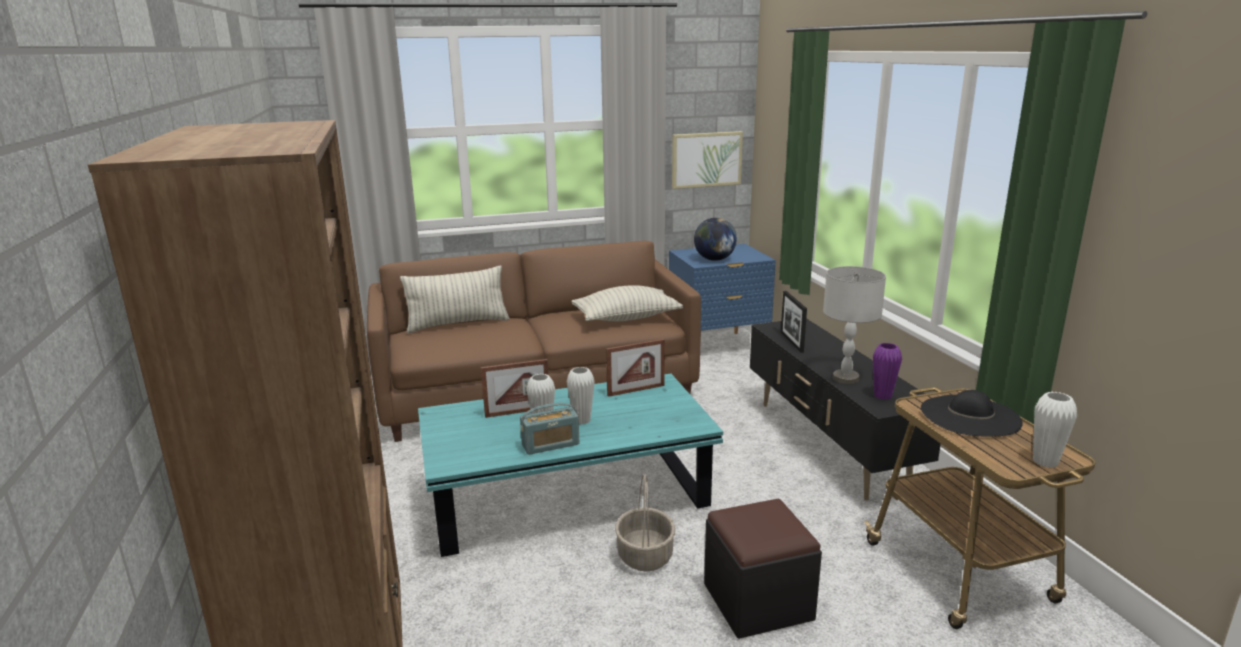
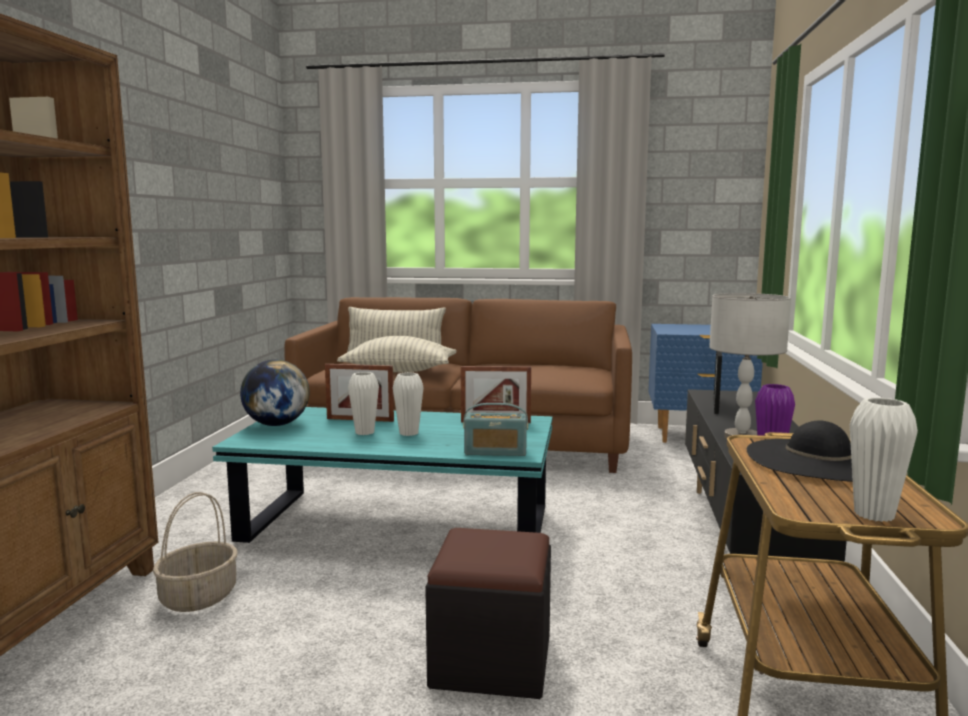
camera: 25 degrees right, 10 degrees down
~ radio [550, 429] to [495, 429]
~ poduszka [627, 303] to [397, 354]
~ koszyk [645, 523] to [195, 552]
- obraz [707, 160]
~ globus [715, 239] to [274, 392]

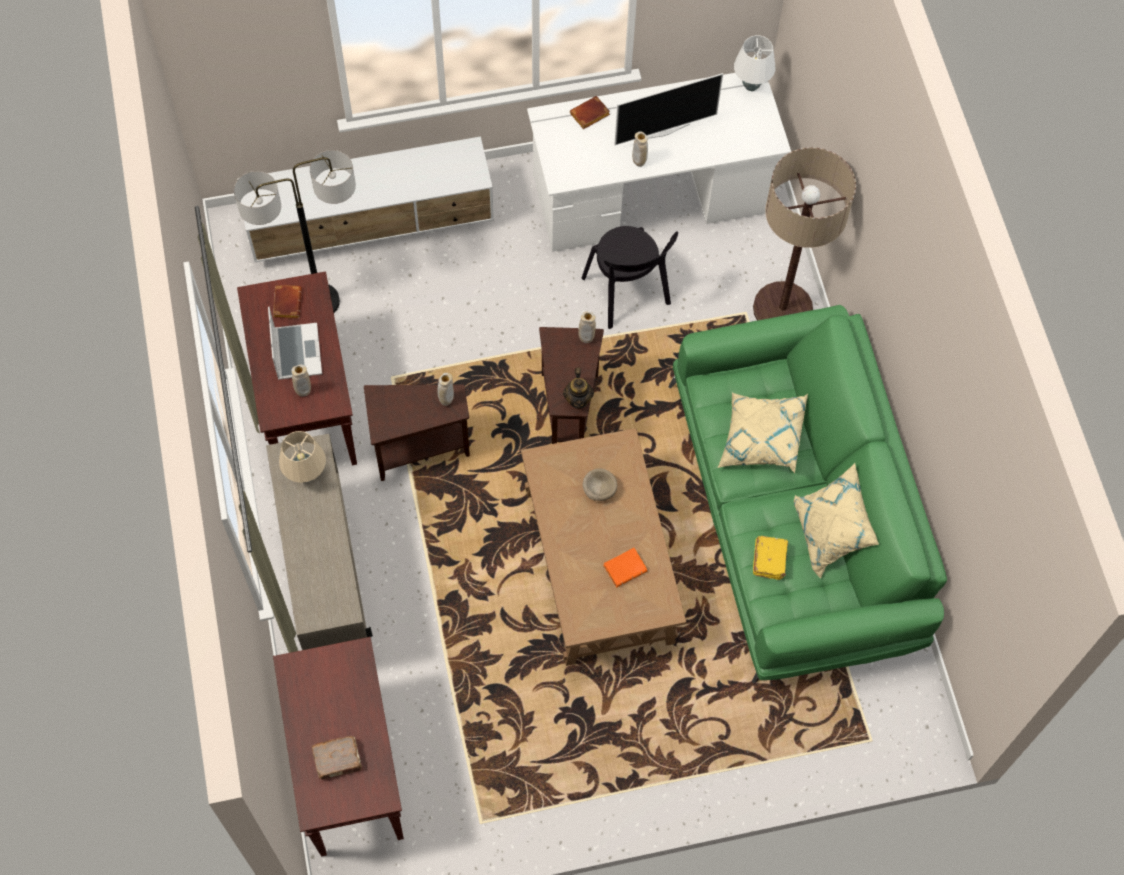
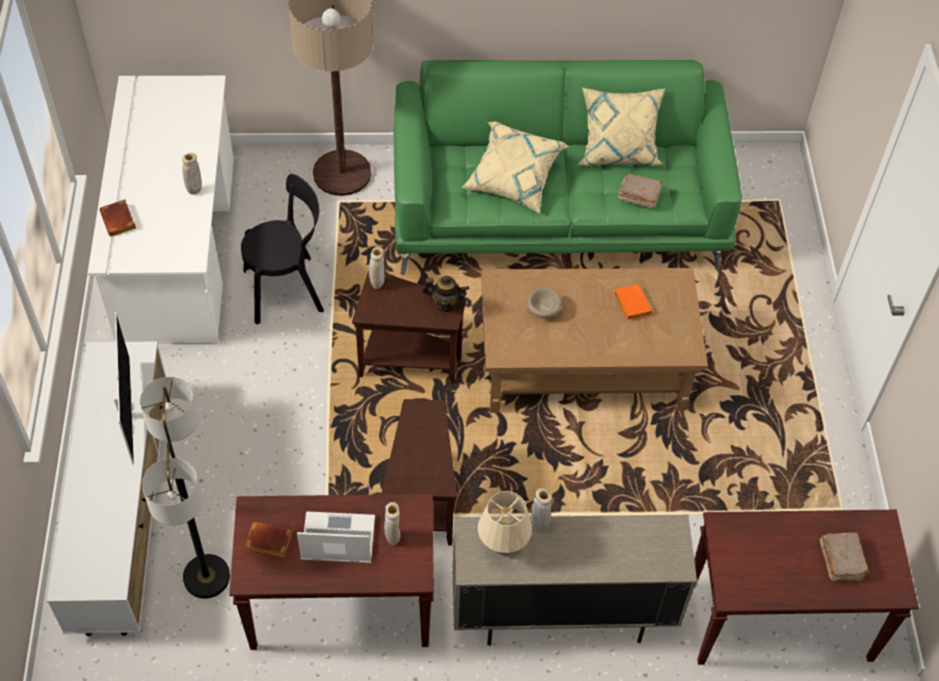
camera: 80 degrees left, 10 degrees down
~ wazon [beżowy] [445, 389] to [541, 509]
~ telewizor [668, 109] to [124, 388]
- lampa stołowa [biały] [755, 63]
~ książka [żółty] [770, 558] to książka [brązowy] [640, 191]

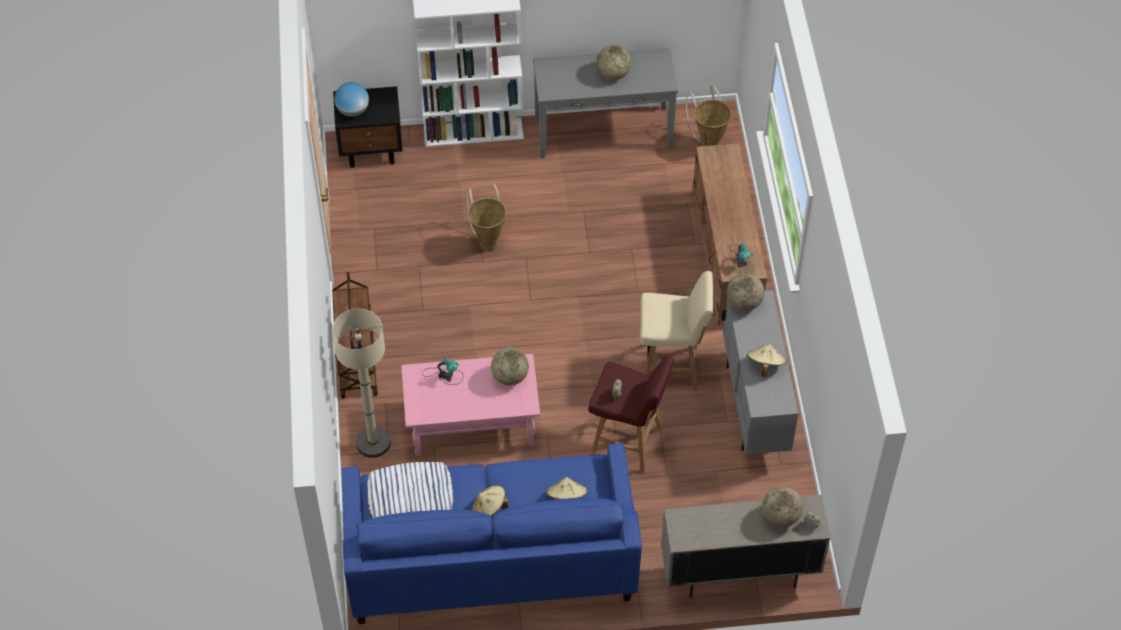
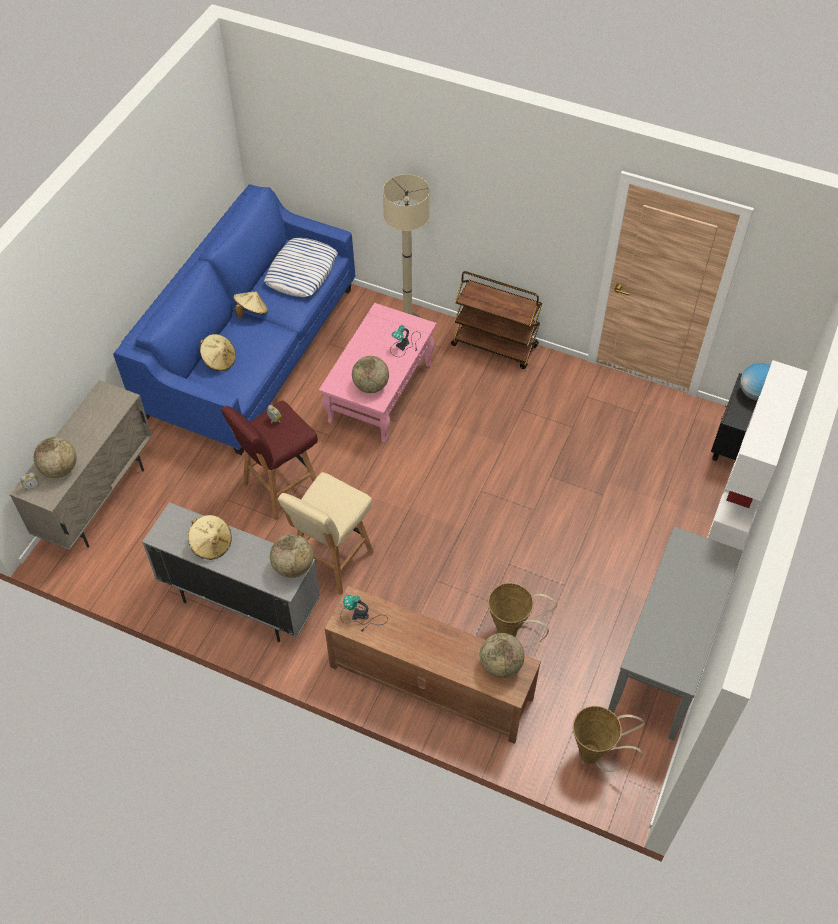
camera: 120 degrees right, 0 degrees up
~ koszyk [486, 217] to [522, 615]
~ globus [613, 62] to [502, 655]

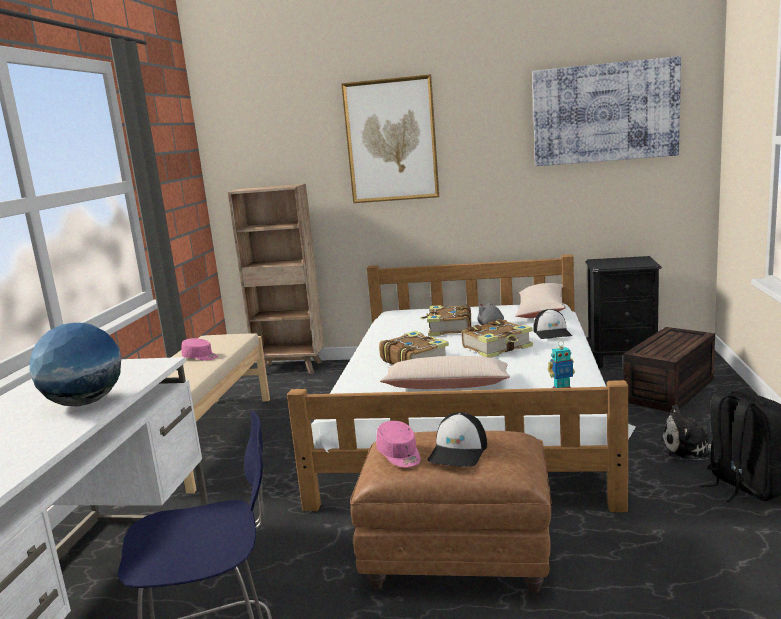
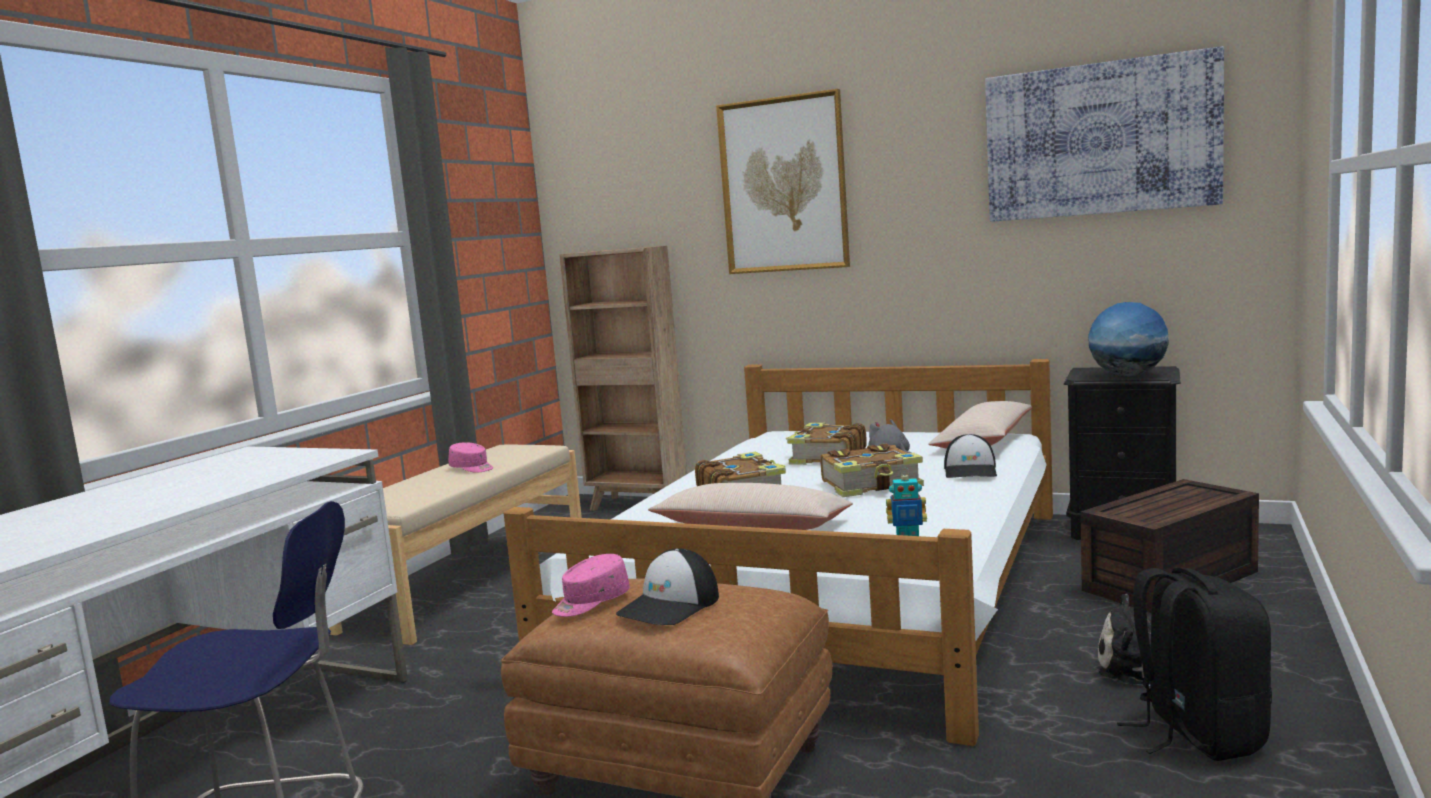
camera: 15 degrees right, 5 degrees down
~ globus [75, 364] to [1128, 339]
~ czapka z daszkiem [różowy] [398, 444] = [591, 585] 60 degrees clockwise

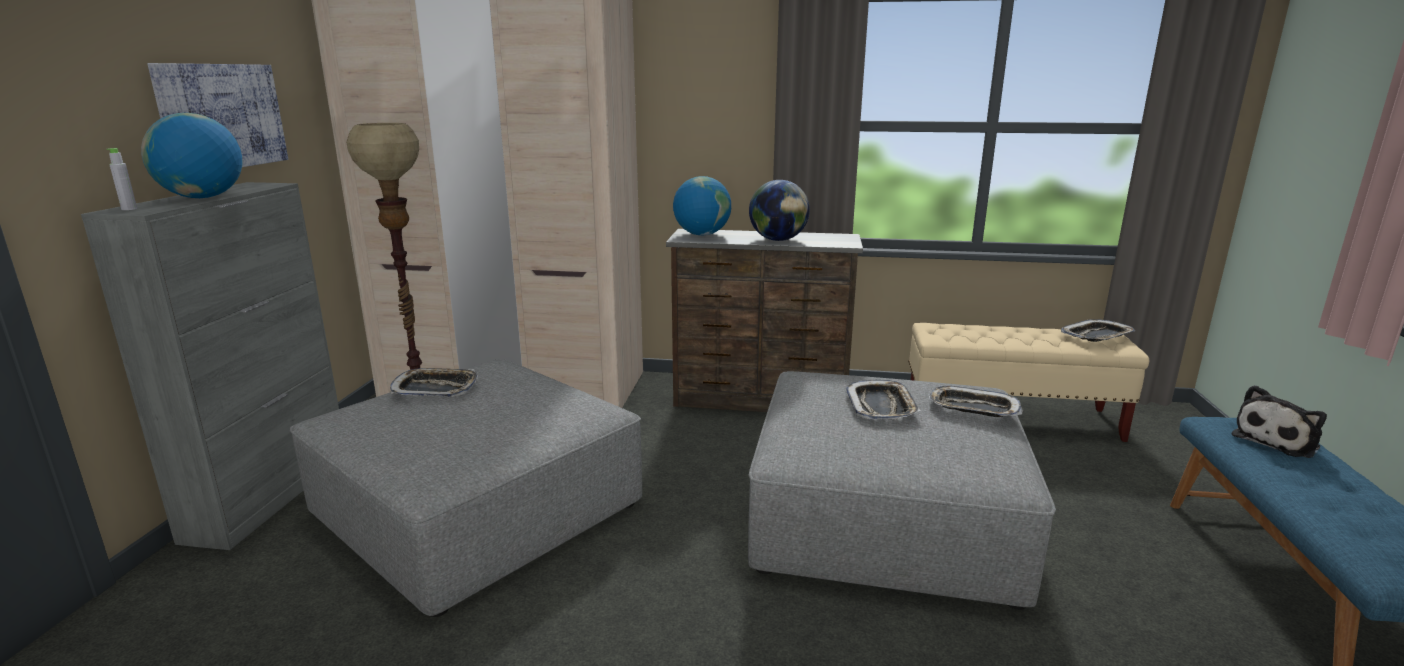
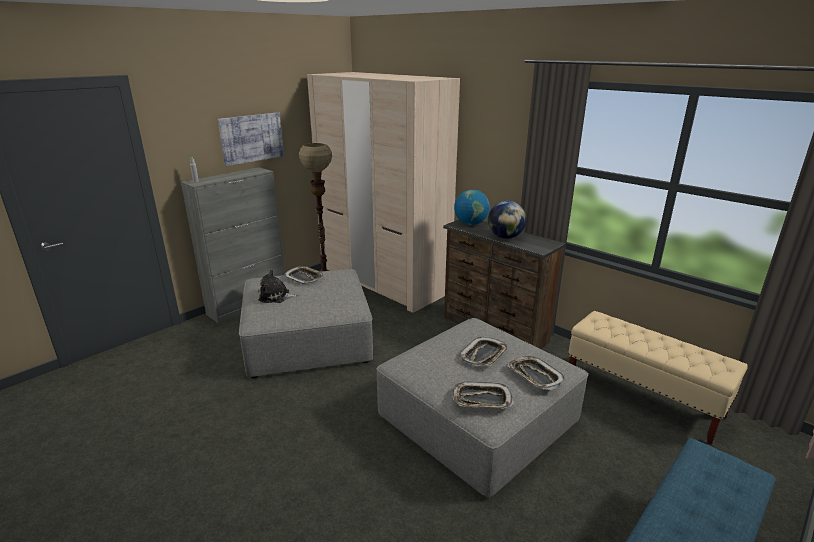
camera: 35 degrees right, 5 degrees up
- globus [191, 155]
~ taca [1098, 330] to [483, 395]
~ pluszak [1279, 421] to [278, 286]

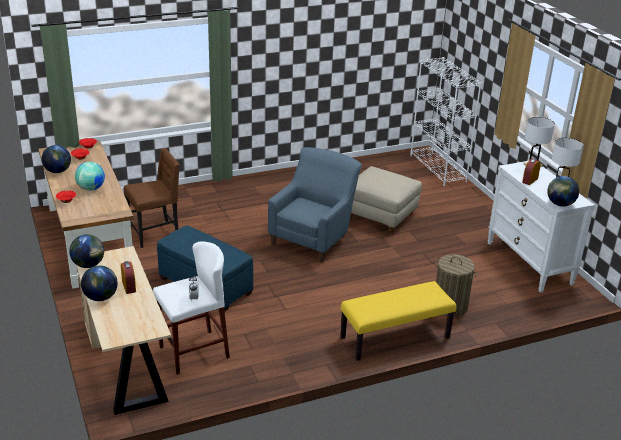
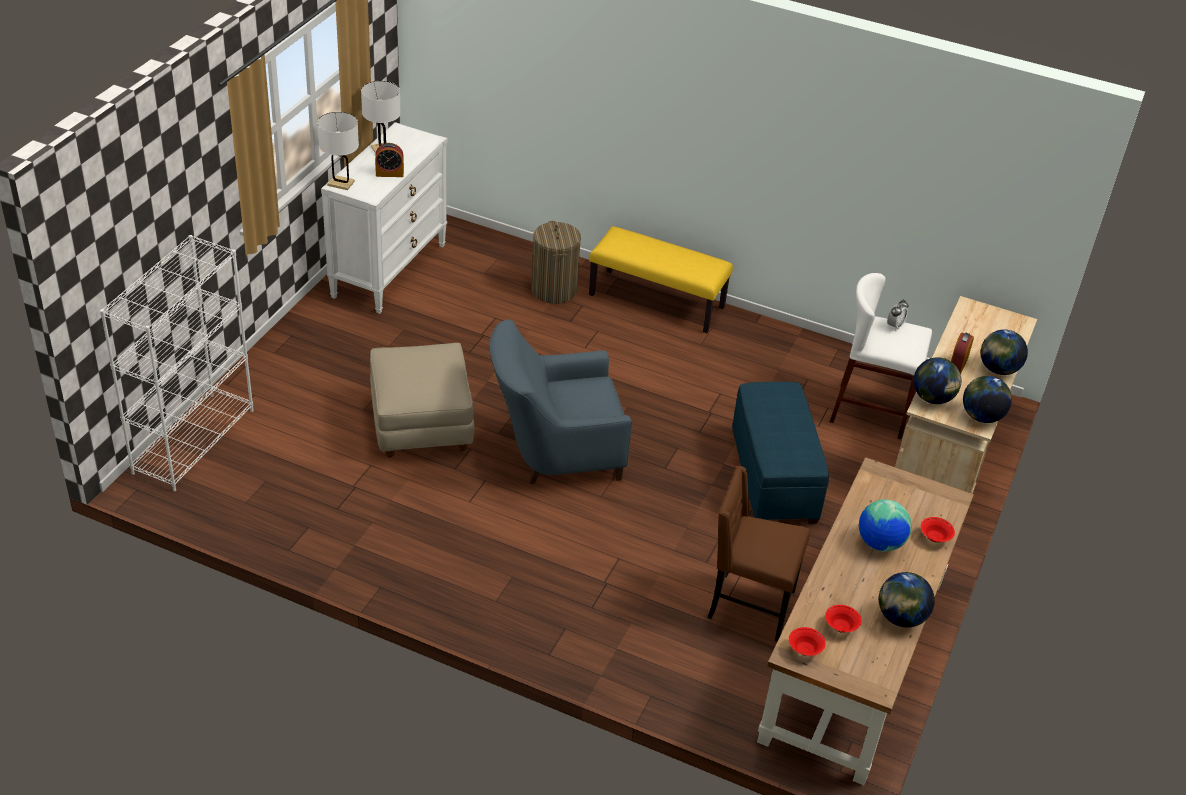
camera: 135 degrees left, 10 degrees up
~ globus [563, 191] to [937, 380]

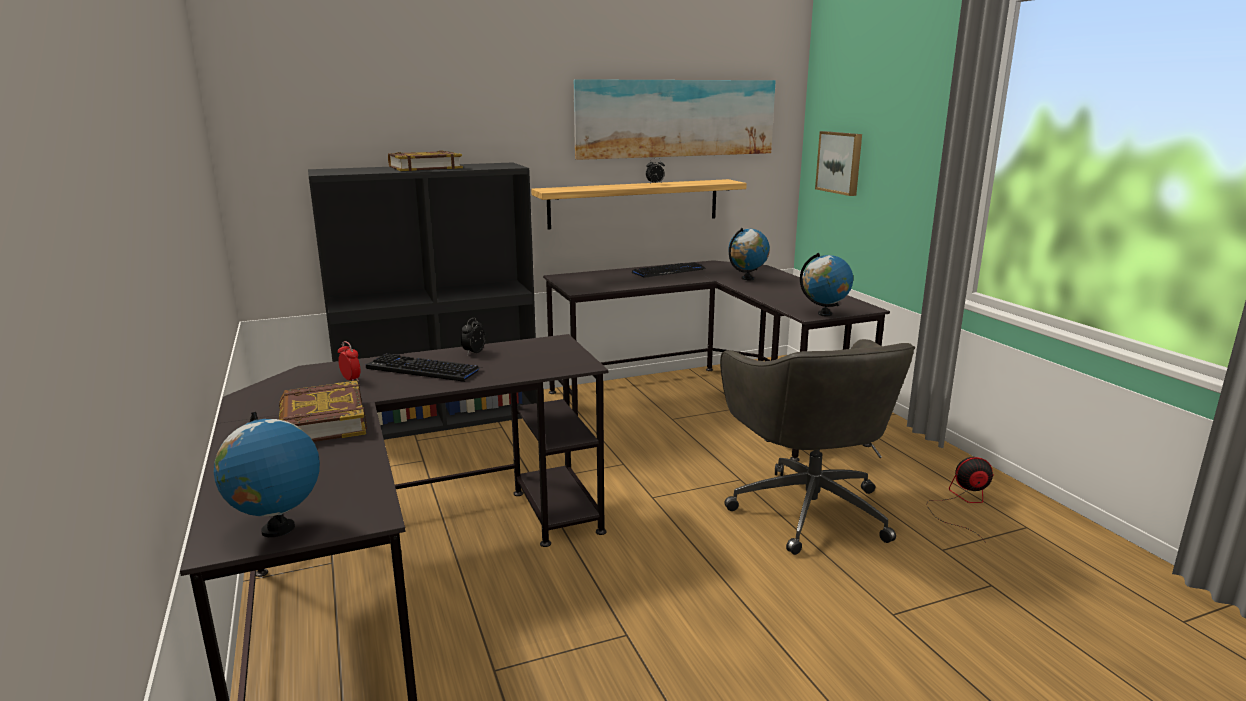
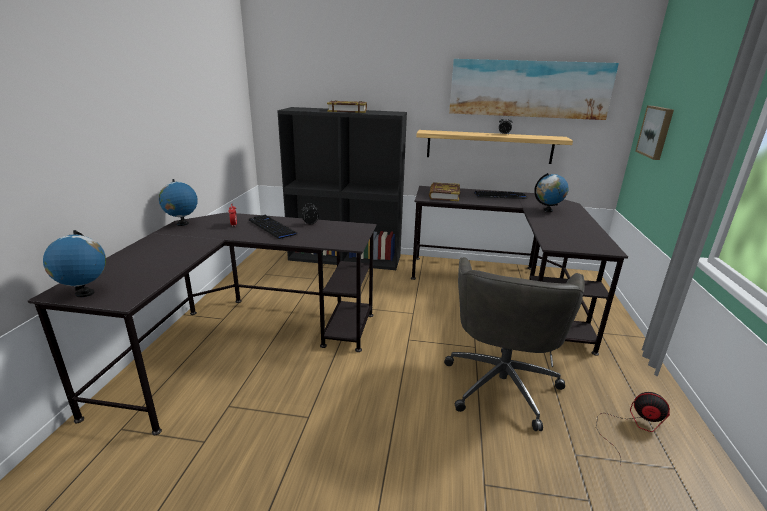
camera: 30 degrees right, 5 degrees up
~ książka [323, 411] to [444, 191]
~ globus [826, 284] to [178, 202]

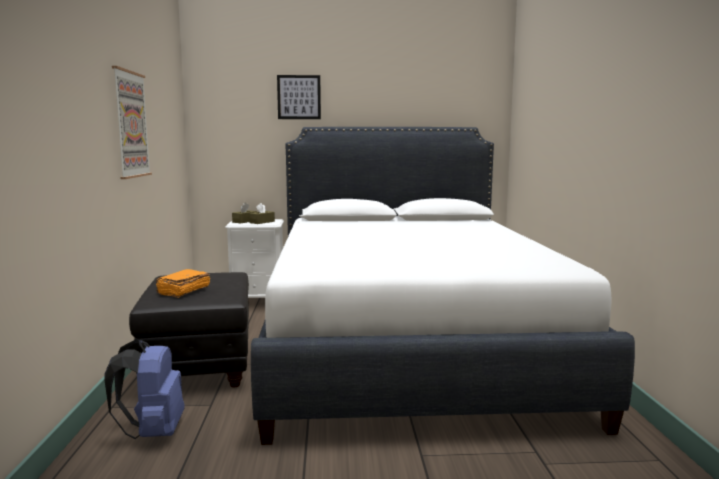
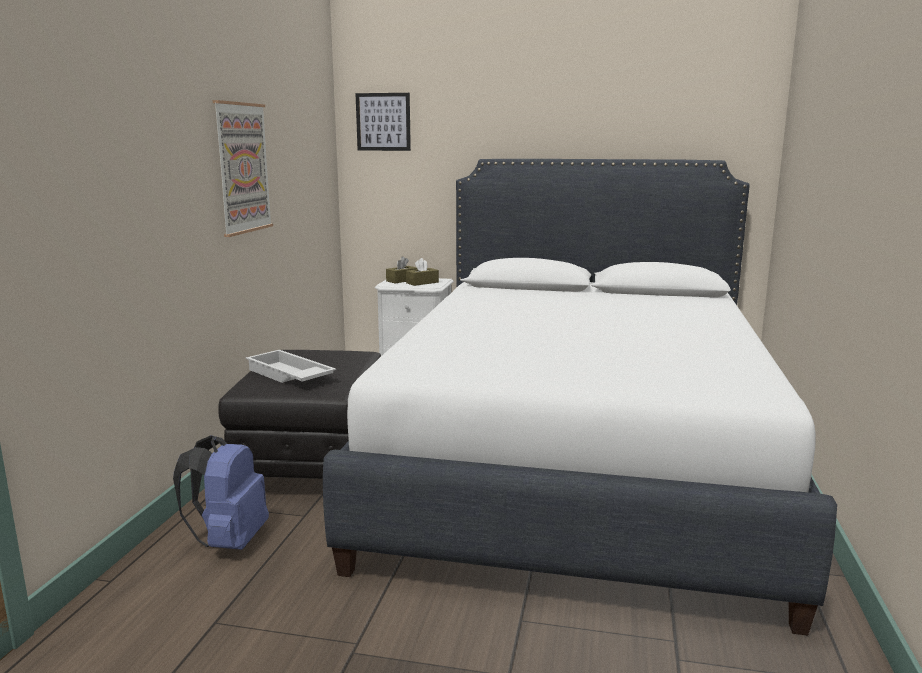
camera: 15 degrees right, 5 degrees up
~ książka [pomarańczowy] [183, 283] to taca [biały] [291, 366]
~ obraz [299, 97] to [383, 122]

